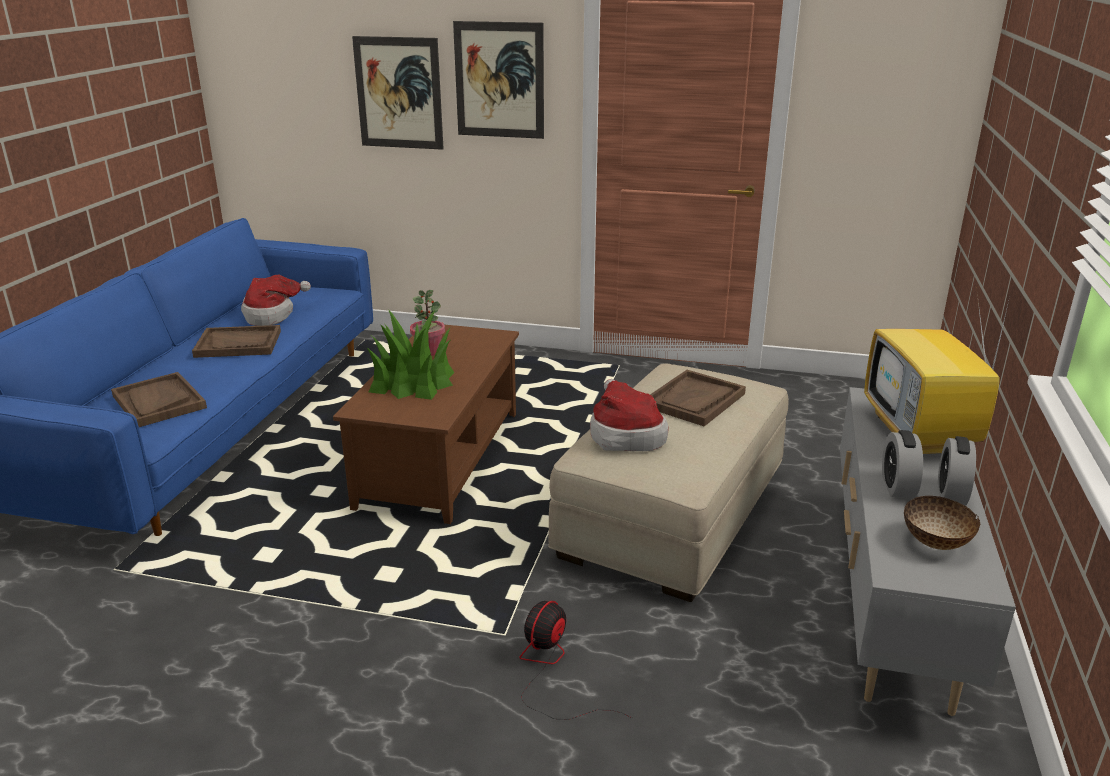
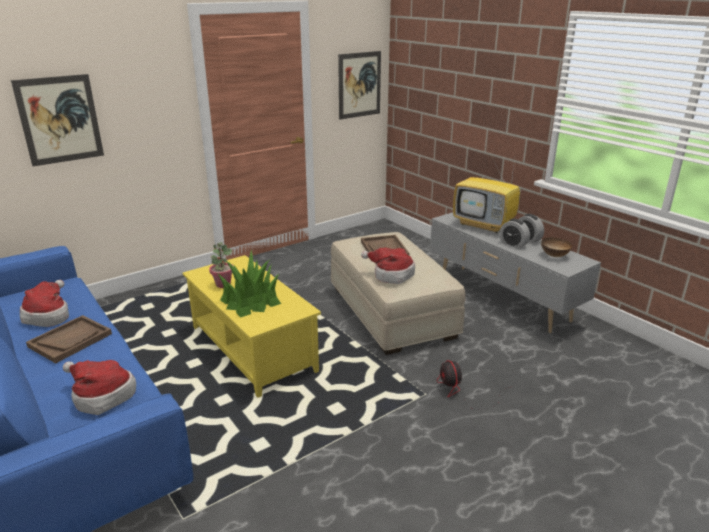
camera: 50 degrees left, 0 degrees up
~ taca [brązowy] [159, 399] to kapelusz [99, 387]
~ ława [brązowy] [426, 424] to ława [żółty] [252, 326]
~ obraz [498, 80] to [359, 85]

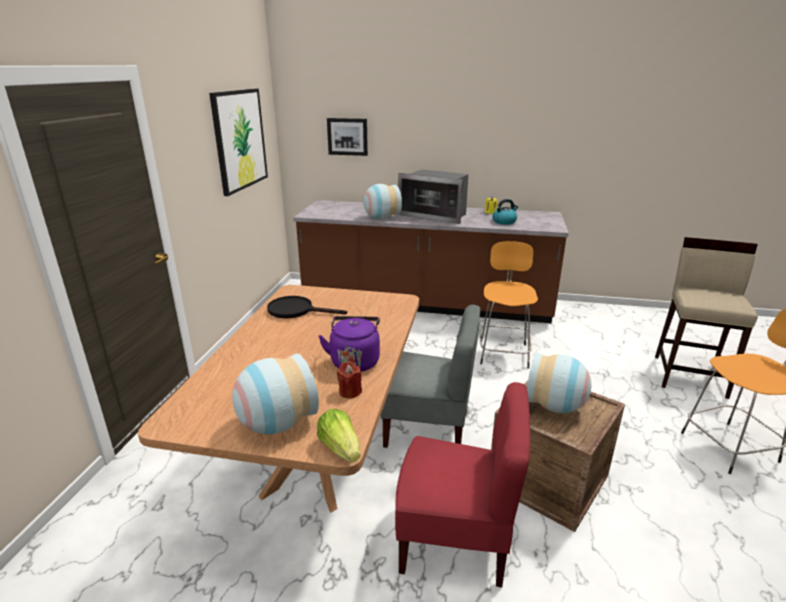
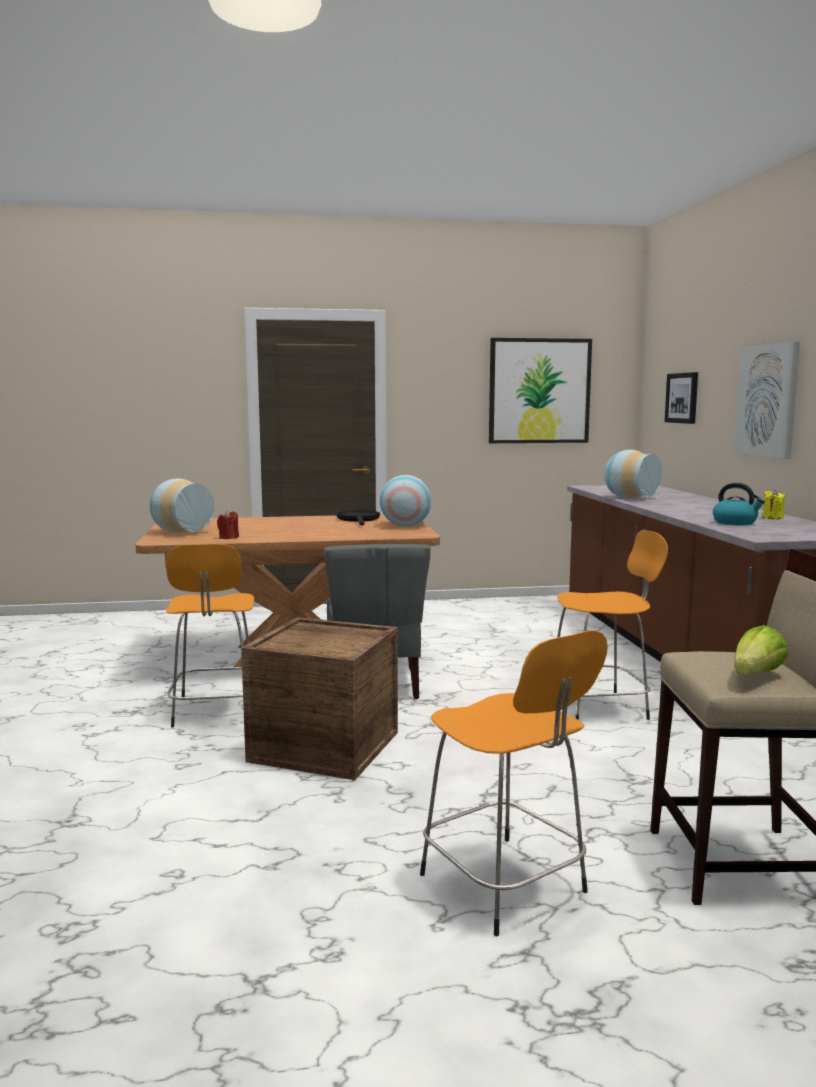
camera: 70 degrees right, 15 degrees down
~ sałata [338, 436] to [761, 650]
- czajnik [fioletowy] [349, 344]
~ krzesło [czerwony] [462, 484] to stołek [pomarańczowy] [210, 636]
- mikrofalówka [433, 196]
~ wazon [559, 382] to [405, 500]
+ obraz [766, 400]

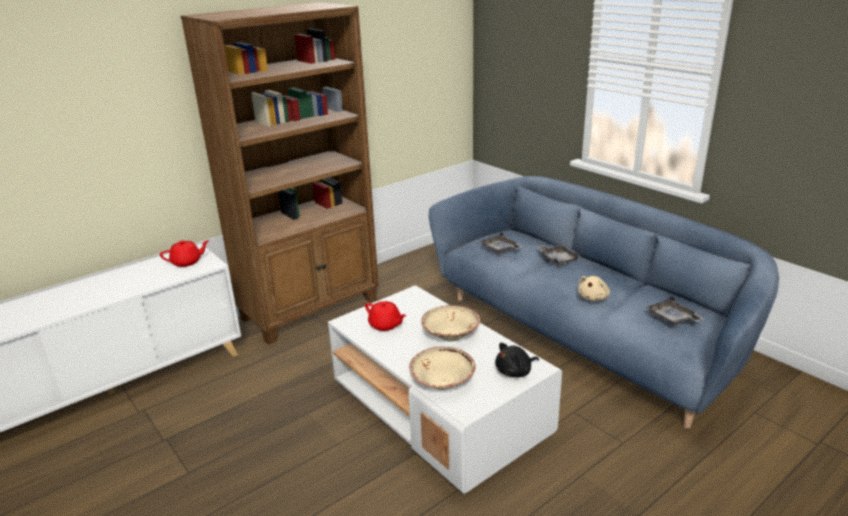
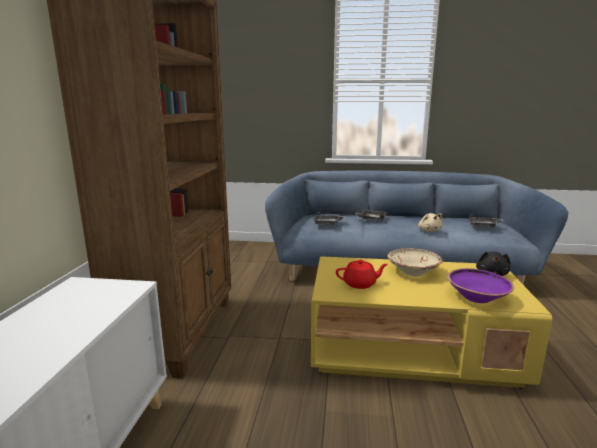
camera: 45 degrees left, 10 degrees down
- imbryk [czerwony] [184, 253]
~ ława [biały] [445, 389] to ława [żółty] [431, 322]
~ miska [beżowy] [442, 368] to miska [fioletowy] [480, 285]

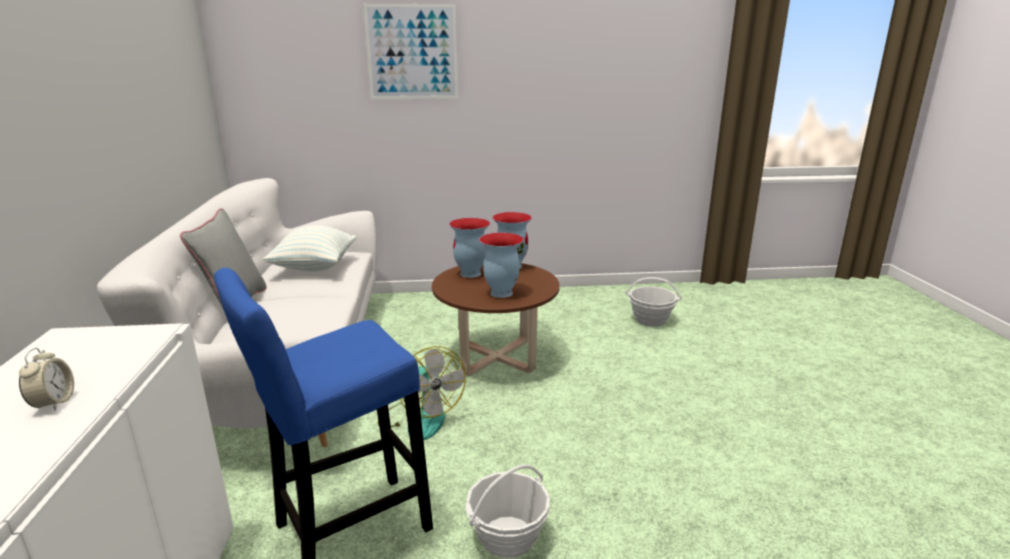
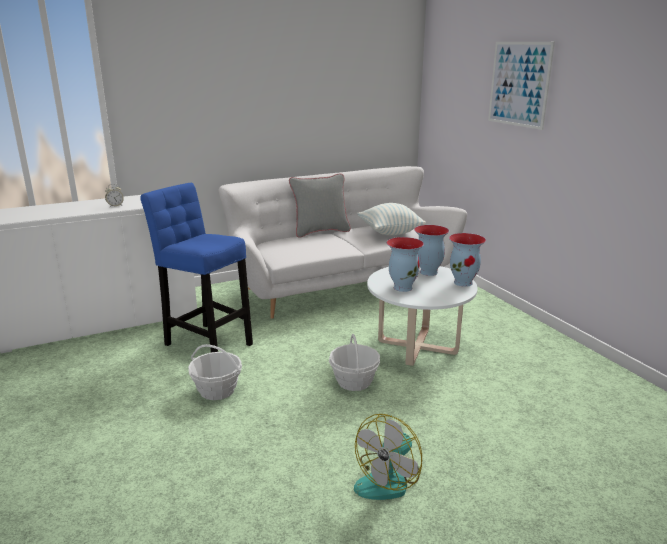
camera: 70 degrees right, 0 degrees up
~ wentylator [422, 393] to [388, 457]
~ ława [brązowy] [496, 319] to ława [biały] [422, 316]
~ koszyk [654, 301] to [354, 362]

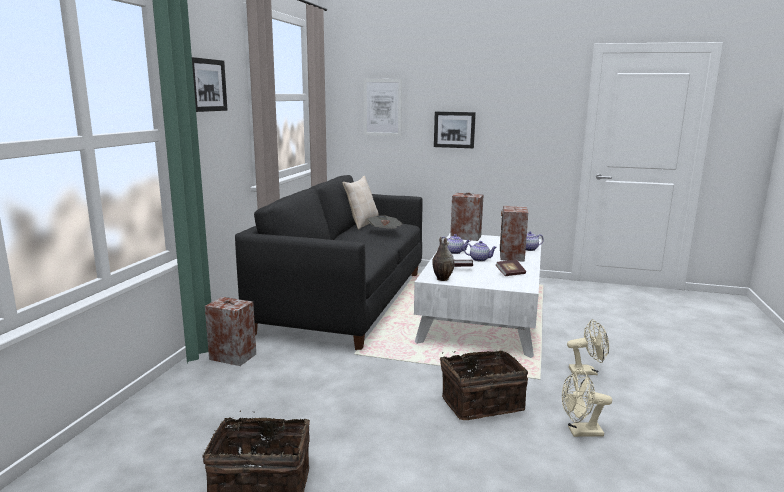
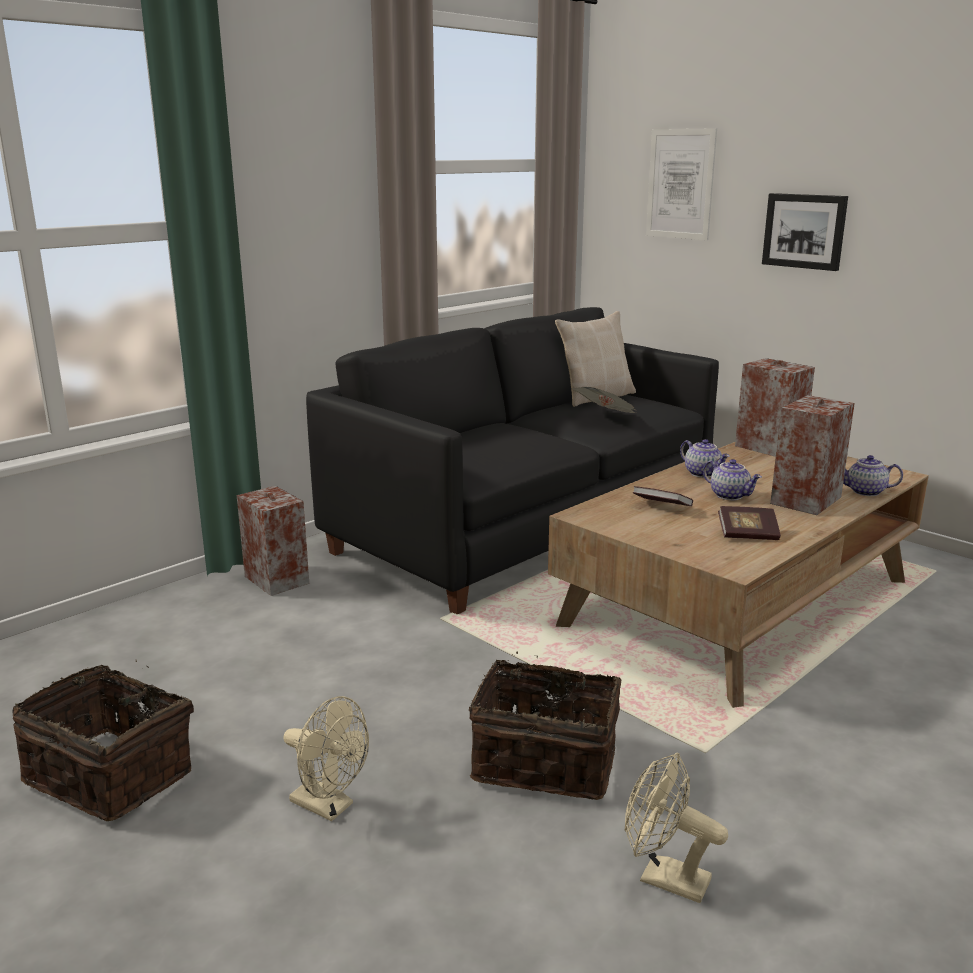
camera: 30 degrees right, 5 degrees up
- obraz [210, 84]
~ ława [biały] [478, 295] to ława [brązowy] [738, 575]
- wazon [443, 259]
~ wentylator [beżowy] [588, 347] to [326, 759]

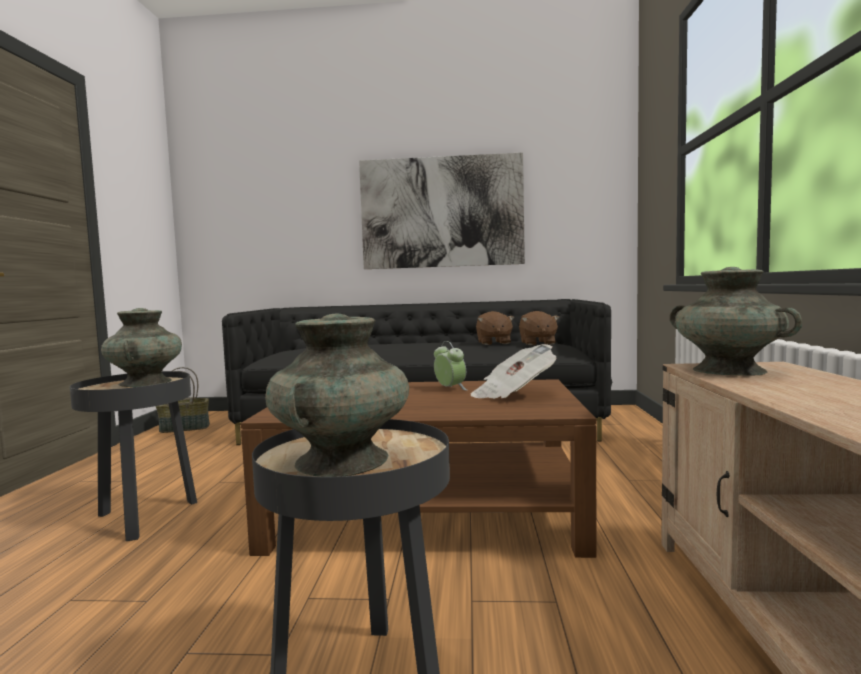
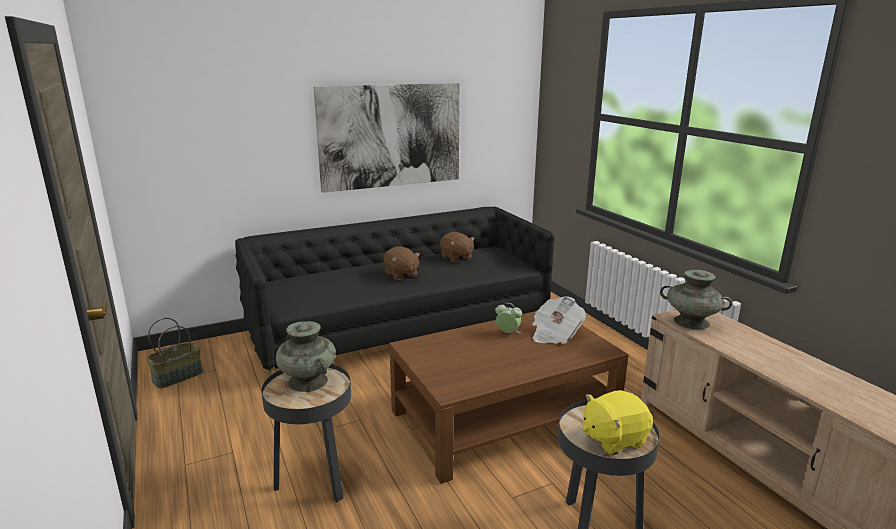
camera: 30 degrees left, 15 degrees up
~ wazon [turkusowy] [337, 395] to pluszak [żółty] [618, 423]
~ pluszak [brązowy] [539, 328] to [402, 263]

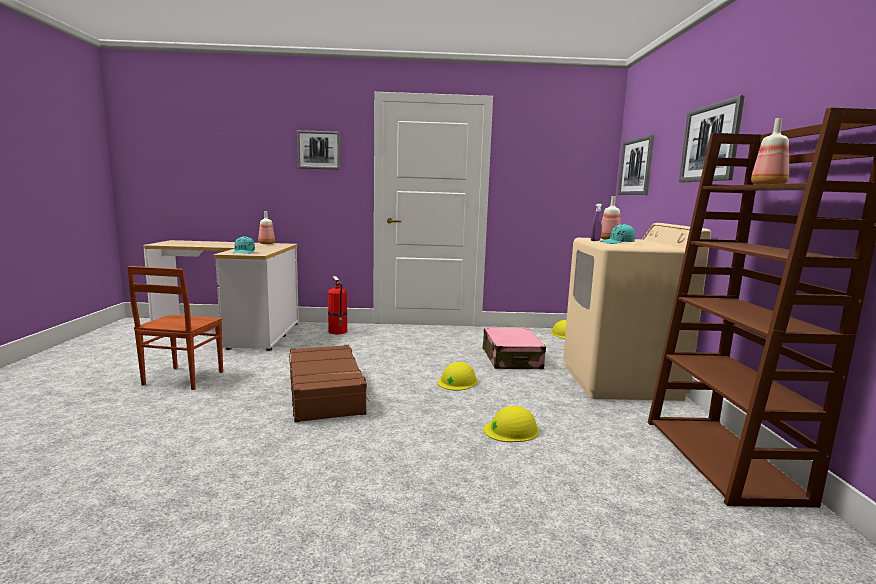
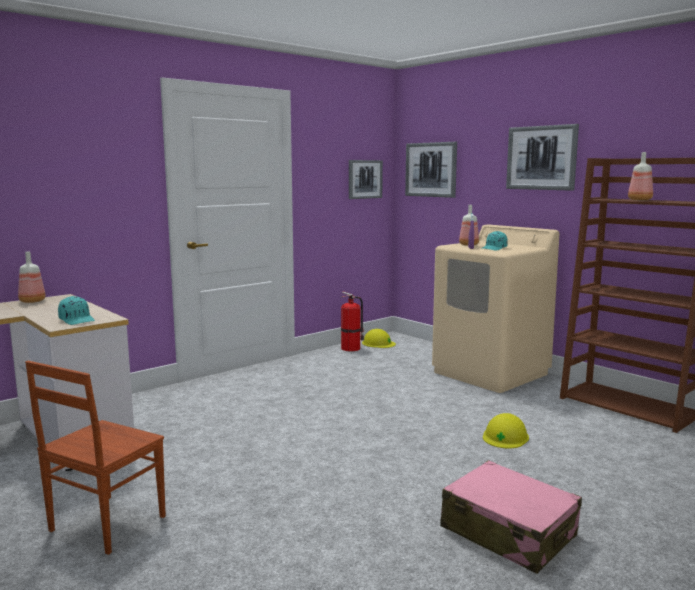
camera: 40 degrees left, 0 degrees up
~ krzesło [brązowy] [175, 328] = [95, 458] 60 degrees clockwise
- walizka [brązowy] [329, 383]
~ obraz [318, 150] to [366, 179]
~ gaśnica [337, 305] to [352, 321]
- kask [żółty] [458, 376]
~ walizka [różowy] [514, 348] to [511, 517]

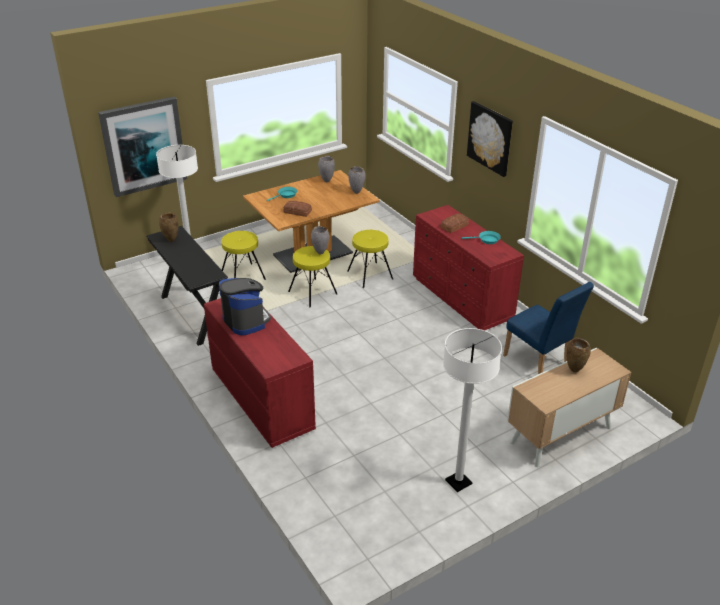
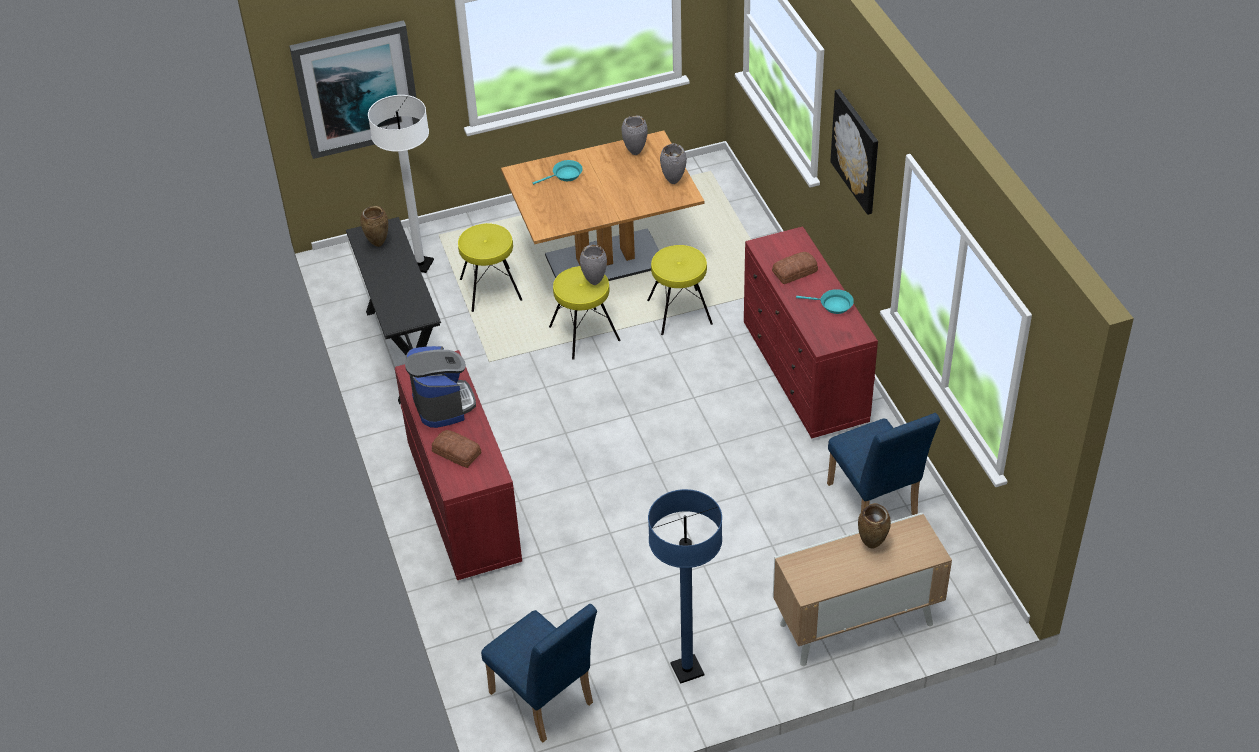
camera: 15 degrees right, 10 degrees up
~ chleb [297, 209] to [456, 449]
~ lampa stojąca [biały] [472, 410] to lampa stojąca [niebieski] [685, 586]
+ krzesło [niebieski] [539, 673]

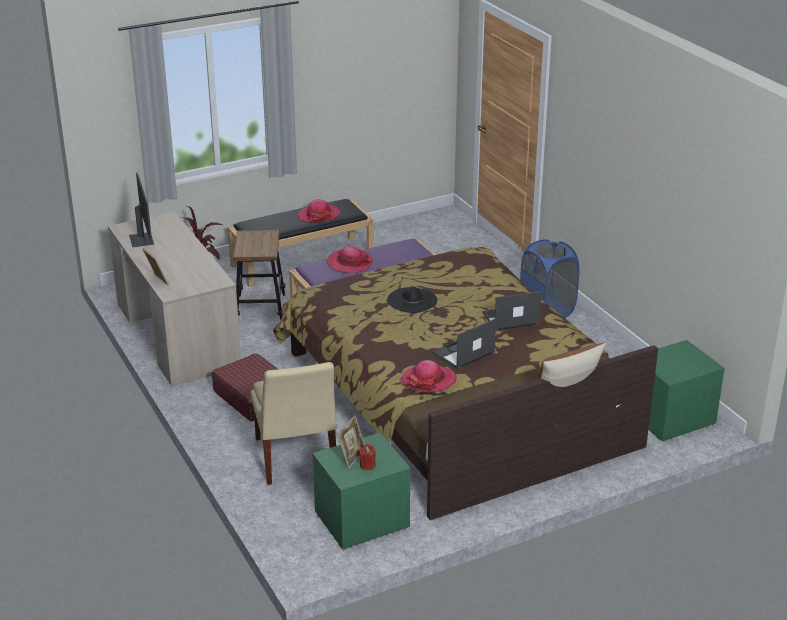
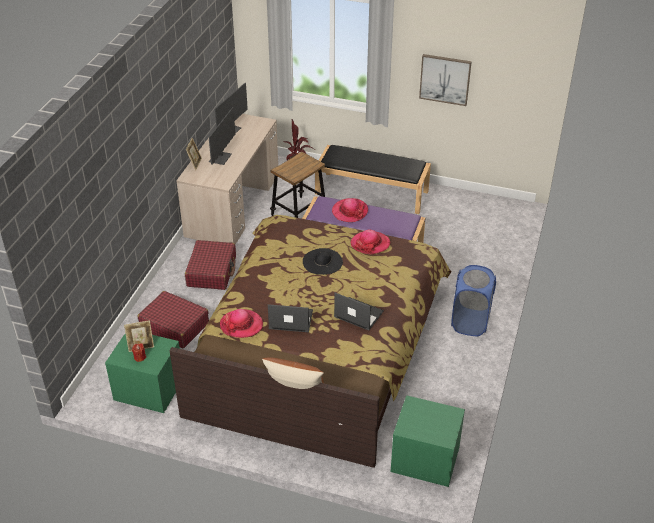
camera: 45 degrees right, 10 degrees up
~ krzesło [beżowy] [293, 423] to walizka [czerwony] [173, 319]
~ kapelusz [319, 211] to [370, 242]
+ monitor [222, 136]
+ obraz [445, 80]

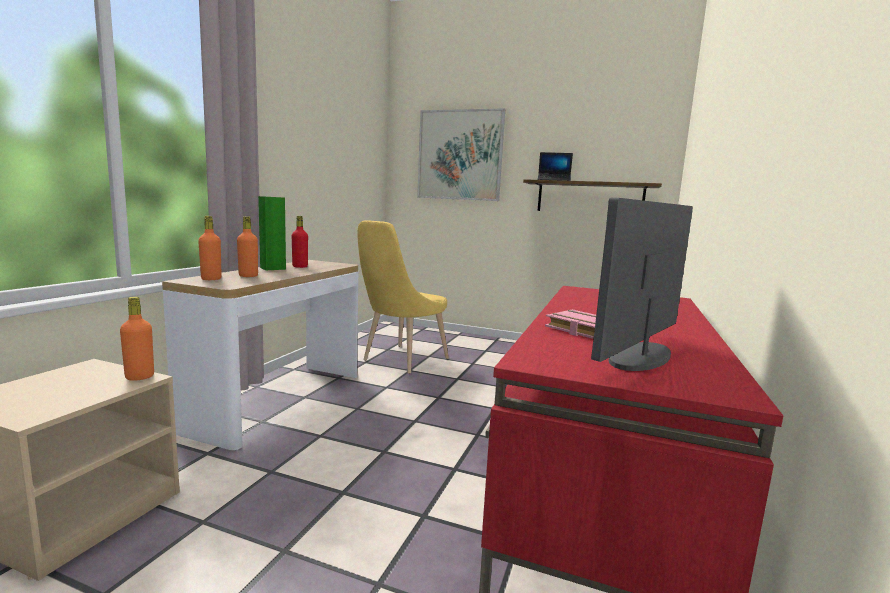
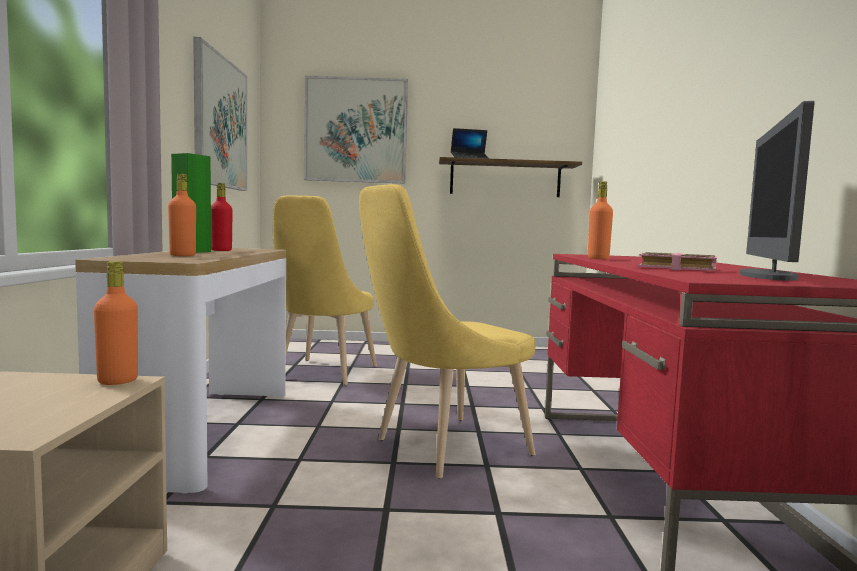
camera: 20 degrees left, 5 degrees down
~ butelka [pomarańczowy] [210, 248] to [600, 220]
+ obraz [220, 114]
+ krzesło [żółty] [447, 331]

